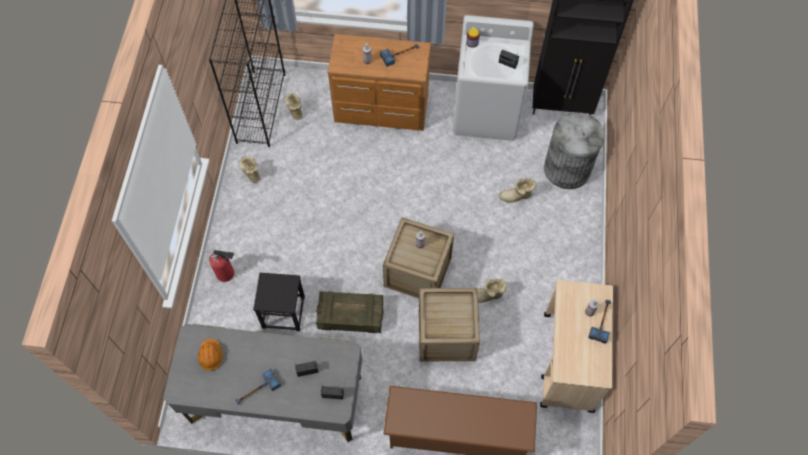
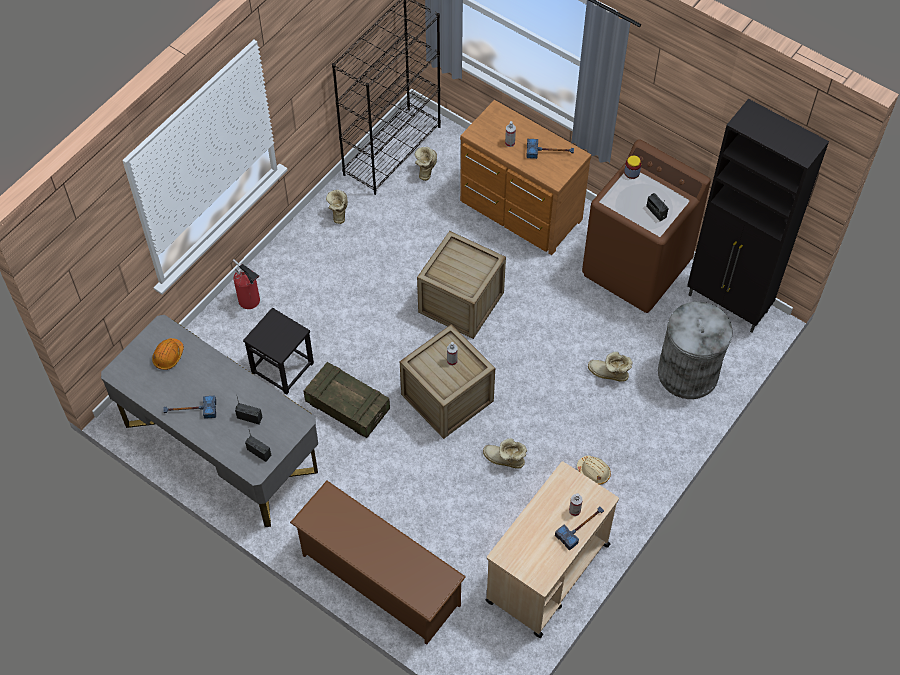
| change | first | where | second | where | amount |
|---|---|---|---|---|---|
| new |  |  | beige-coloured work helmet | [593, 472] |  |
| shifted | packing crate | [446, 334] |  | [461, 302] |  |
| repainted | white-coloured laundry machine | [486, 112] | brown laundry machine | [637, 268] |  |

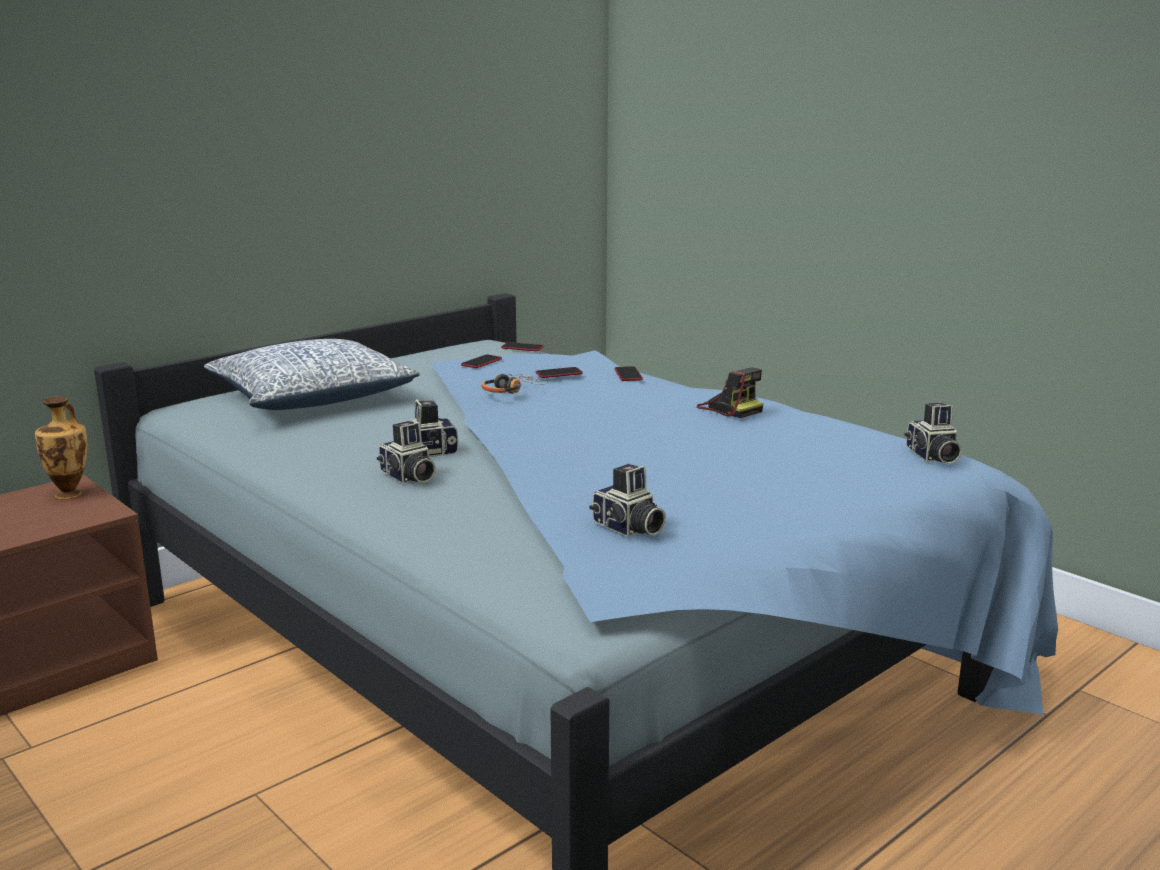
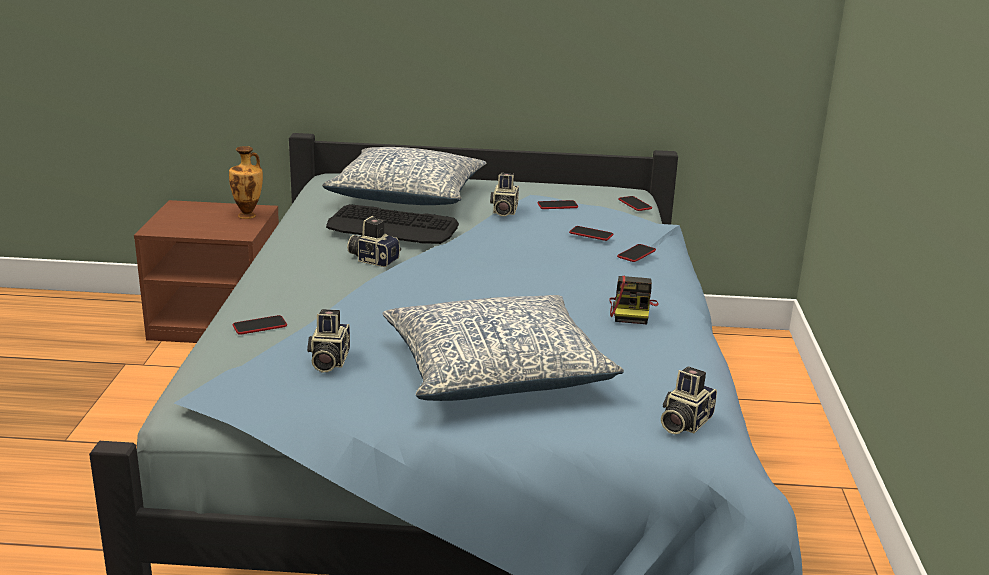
| change | first | where | second | where | amount |
|---|---|---|---|---|---|
| gone | headset | [511, 390] |  |  |  |
| new |  |  | phone | [260, 326] |  |
| new |  |  | computer keyboard | [392, 227] |  |
| new |  |  | cushion | [496, 371] |  |
| shifted | photo camera | [407, 477] |  | [503, 211] |  |

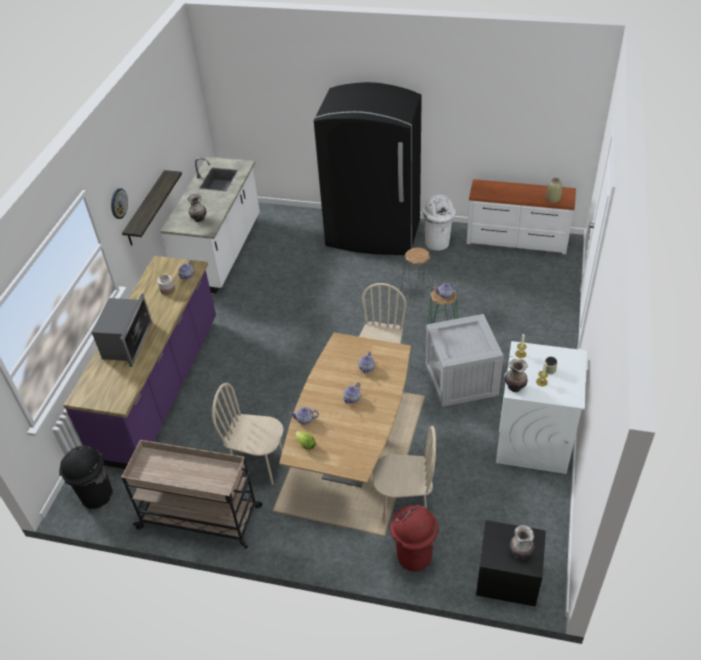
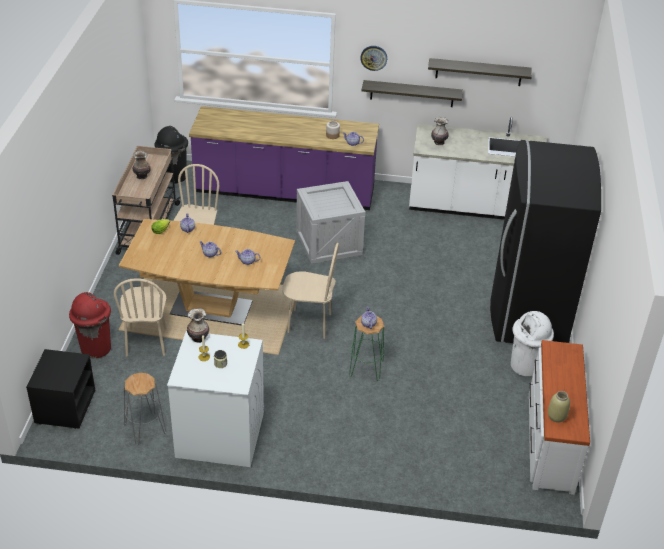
| change | first | where | second | where | amount |
|---|---|---|---|---|---|
| gone | microwave | [126, 342] |  |  |  |
| new |  |  | shelf | [478, 72] |  |
| shifted | greyish stool seat | [416, 295] |  | [145, 428] |  |
| shifted | packing crate | [461, 379] |  | [329, 243] |  |
| shifted | vase | [520, 553] |  | [142, 176] |  |

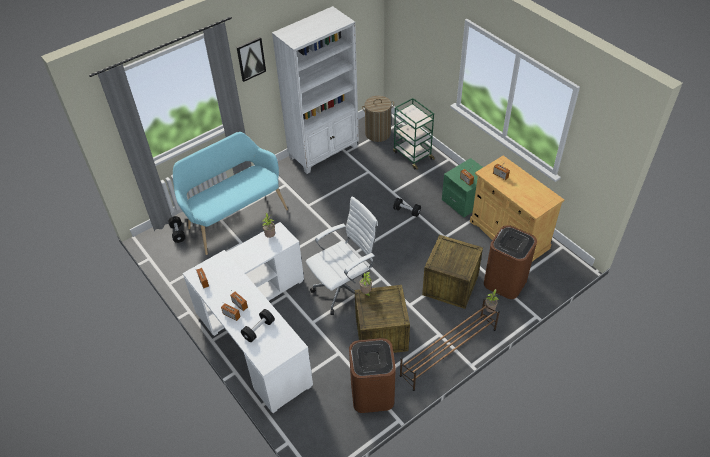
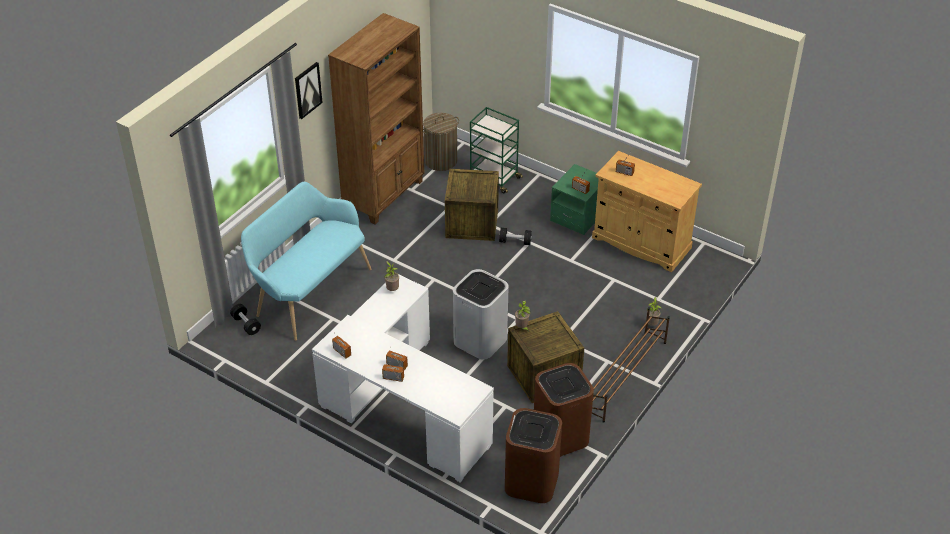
| change | first | where | second | where | amount |
|---|---|---|---|---|---|
| gone | blackish free weight | [258, 329] |  |  |  |
| shifted | packing crate | [450, 285] |  | [472, 223] |  |
| shifted | brown trash can | [504, 281] |  | [531, 482] |  |
| swapped | white-coloured desk chair | [344, 289] | white-coloured trash can | [481, 340] |  |
| repainted | white-coloured bookshelf | [324, 152] | brown bookshelf | [384, 195] |  |

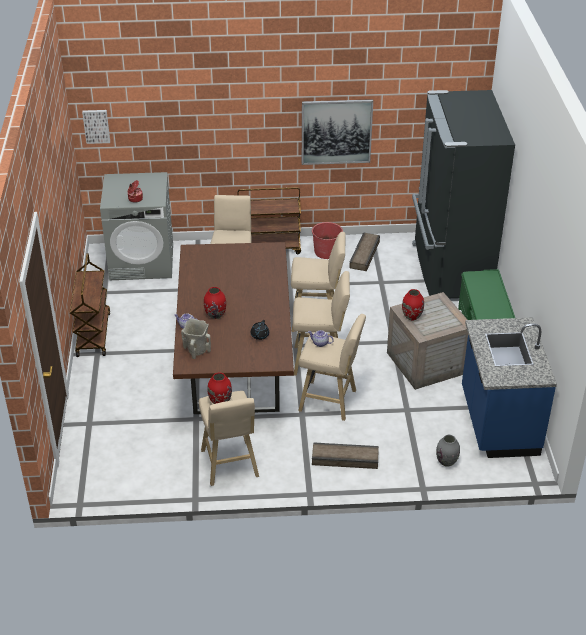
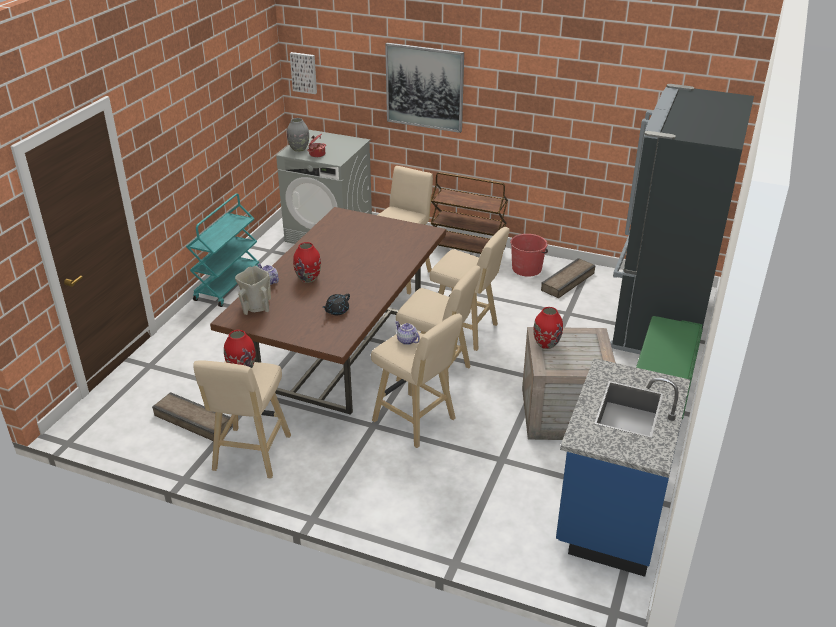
| change | first | where | second | where | amount |
|---|---|---|---|---|---|
| shifted | picture | [336, 131] |  | [424, 87] |  |
| shifted | packing crate | [344, 458] |  | [193, 420] |  |
| shifted | greyish vase | [446, 461] |  | [299, 149] |  |
| repainted | brown cart | [93, 334] | blue-green cart | [228, 284] |  |

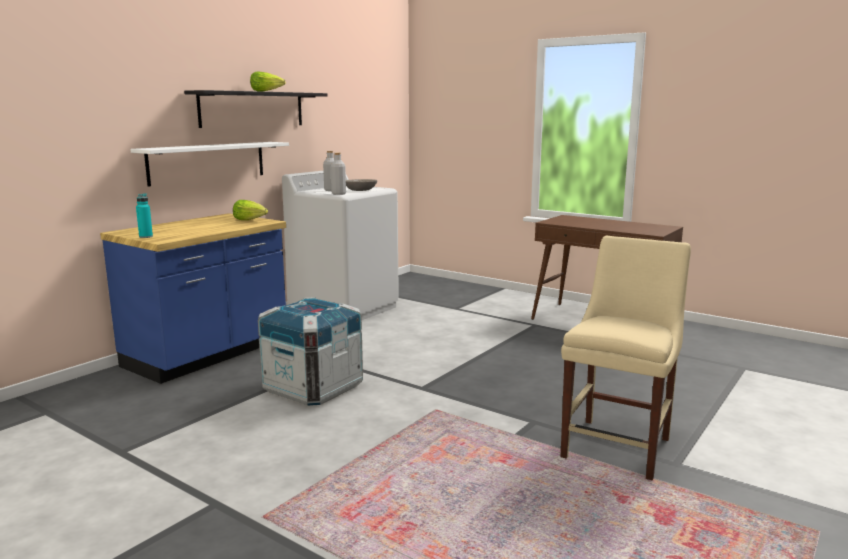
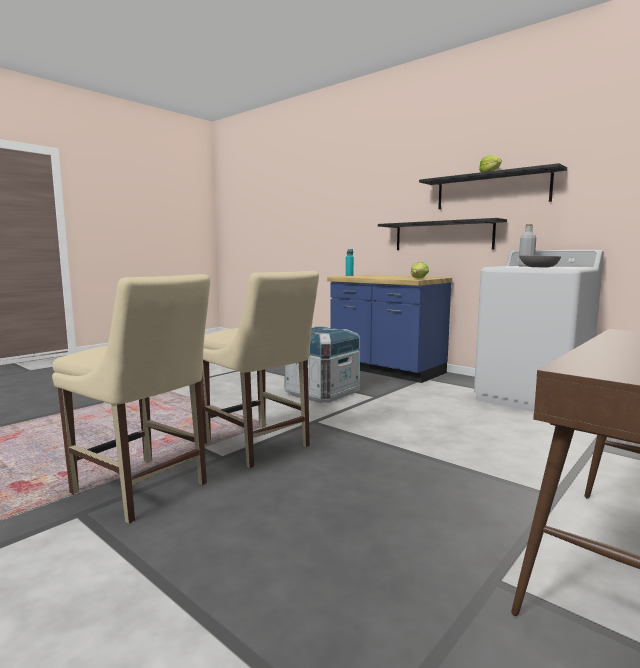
| change | first | where | second | where | amount |
|---|---|---|---|---|---|
| gone | greyish beverage bottle | [338, 194] |  |  |  |
| new |  |  | beige-coloured upright chair | [259, 446] |  |
| repainted | white-coloured shelf | [208, 162] | blackish shelf | [442, 236] |  |

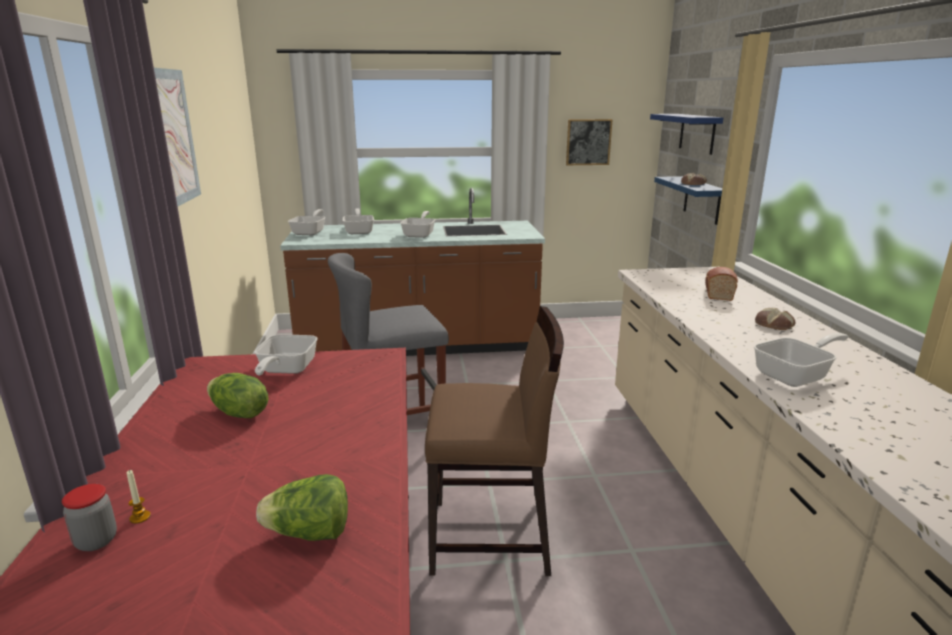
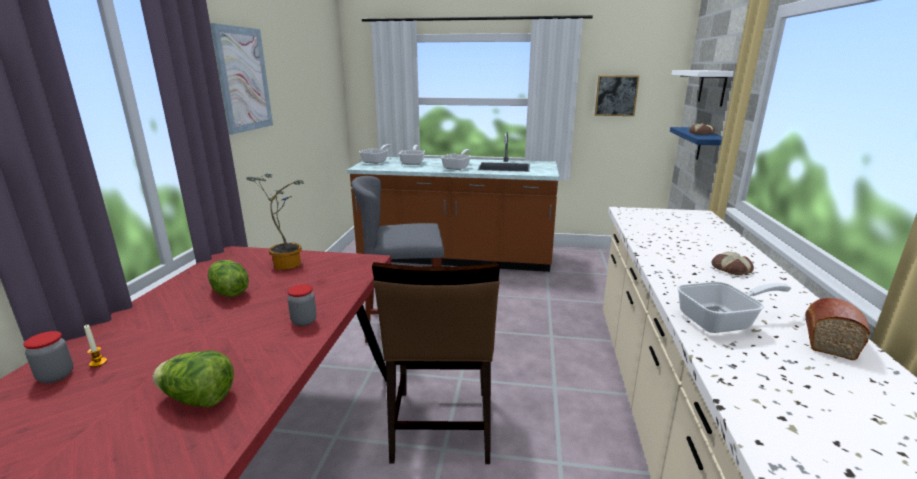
| change | first | where | second | where | amount |
|---|---|---|---|---|---|
| new |  |  | jar | [304, 321] |  |
| shifted | baked bread | [718, 292] |  | [828, 337] |  |
| swapped | pan | [285, 370] | houseplant | [287, 263] |  |
| repainted | blue shelf | [697, 133] | white-coloured shelf | [712, 87] |  |
| rotated | brown upright chair | [491, 537] |  | [440, 426] | 75 degrees clockwise |

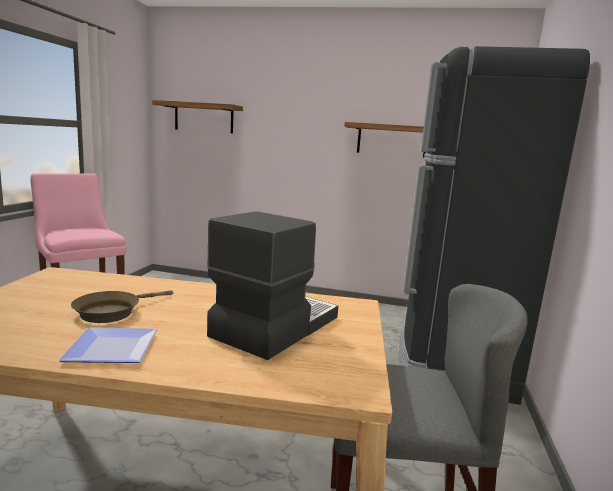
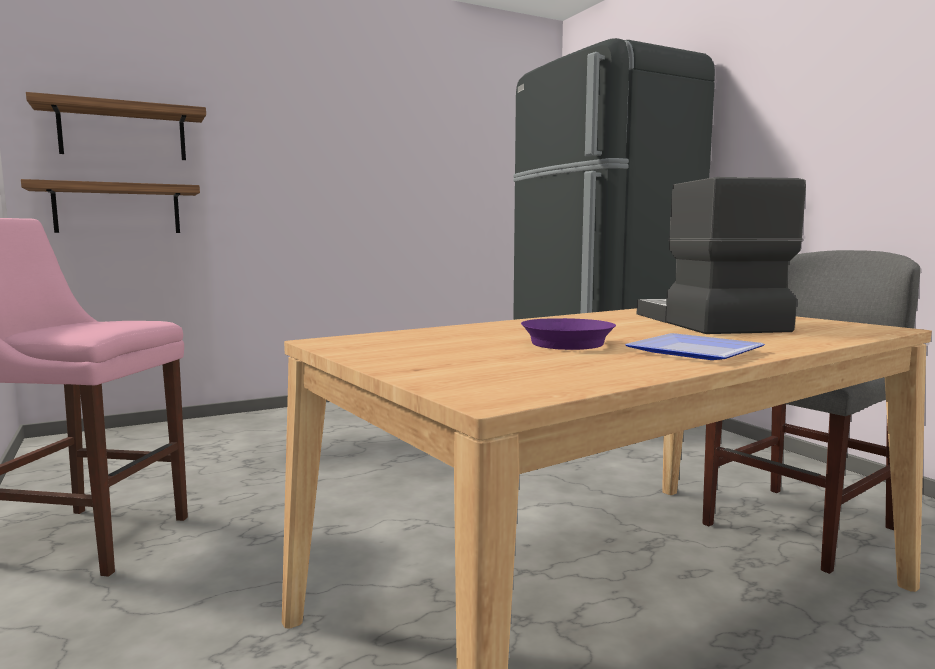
| change | first | where | second | where | amount |
|---|---|---|---|---|---|
| shifted | shelf | [392, 140] |  | [117, 209] |  |
| repainted | brown pan | [112, 312] | purple pan | [564, 342] |  |

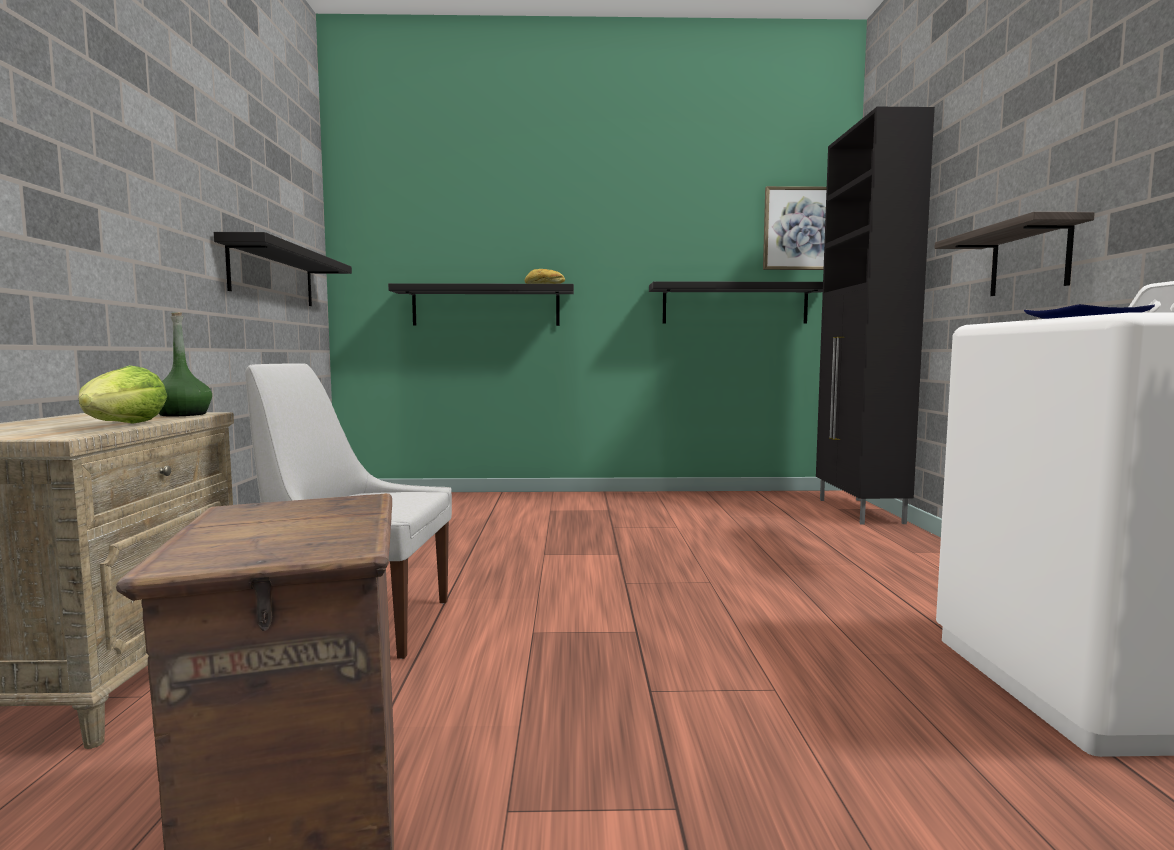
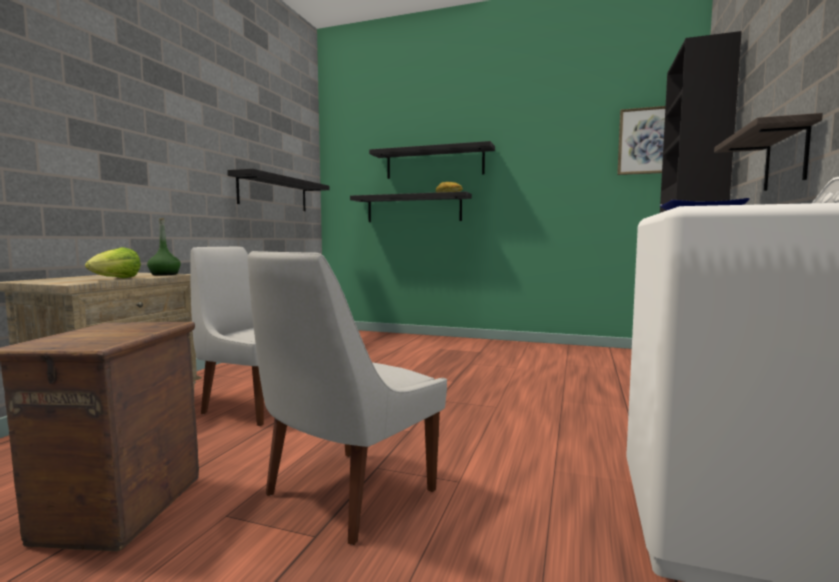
| change | first | where | second | where | amount |
|---|---|---|---|---|---|
| new |  |  | white-coloured upright chair | [345, 495] |  |
| shifted | blackish shelf | [735, 304] |  | [434, 163] |  |

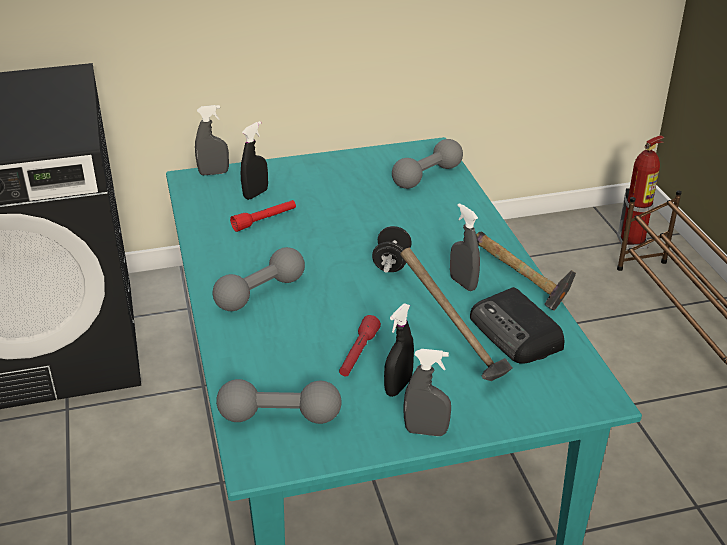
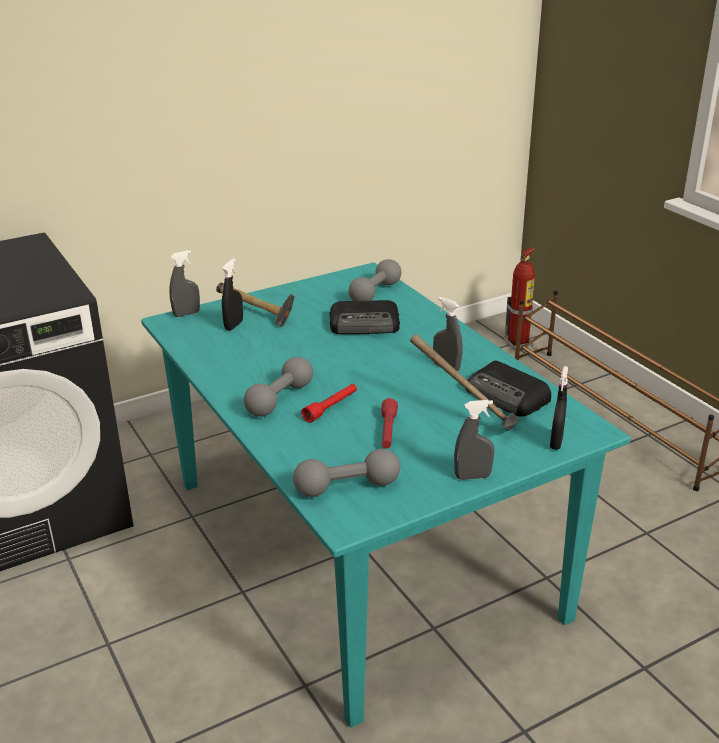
| change | first | where | second | where | amount |
|---|---|---|---|---|---|
| gone | blackish free weight | [391, 263] |  |  |  |
| new |  |  | radio | [365, 324] |  |
| shifted | reddish flashlight | [264, 220] |  | [331, 408] |  |
| shifted | blackish sprayer | [398, 387] |  | [556, 442] |  |
| shifted | hand hammer | [519, 279] |  | [255, 311] |  |

